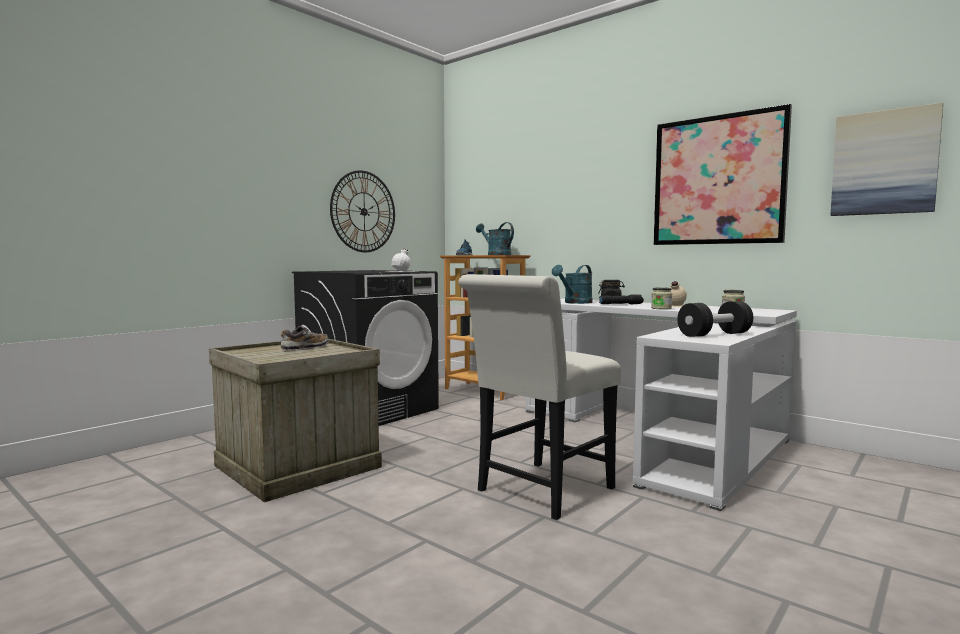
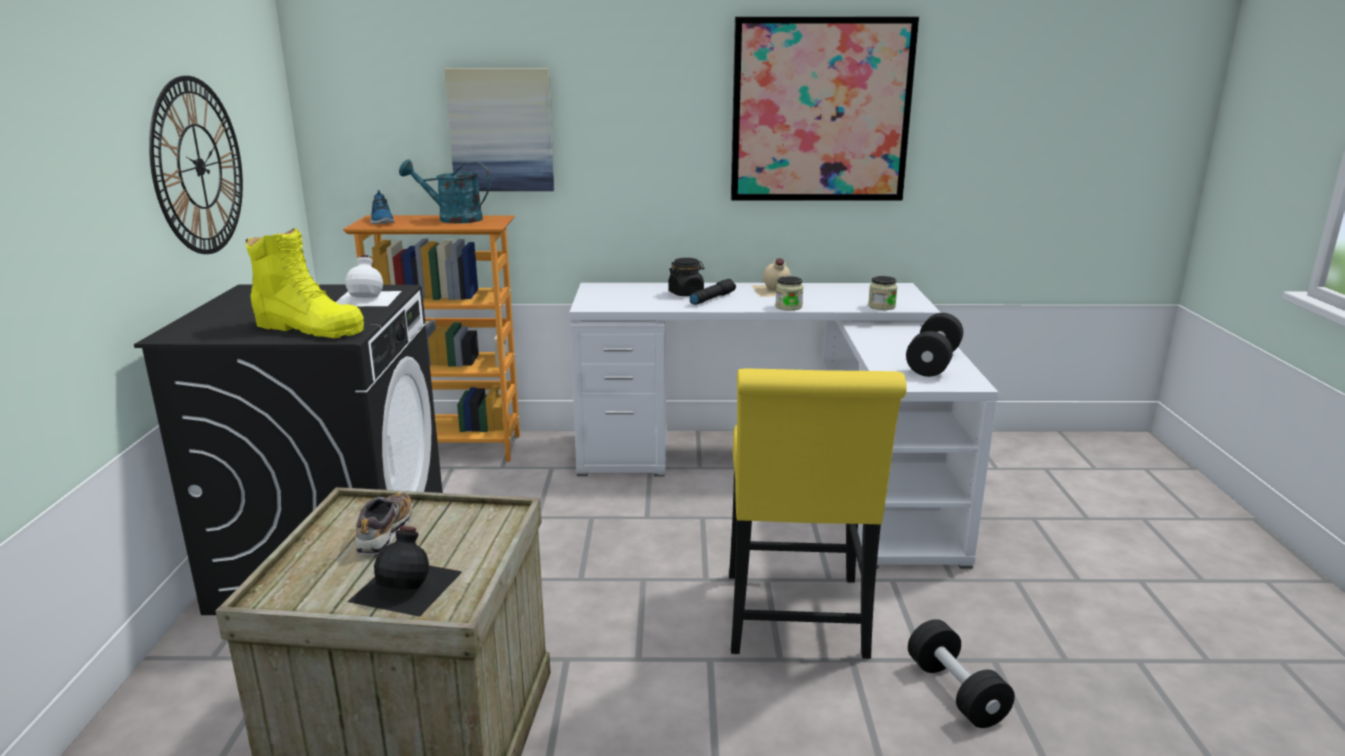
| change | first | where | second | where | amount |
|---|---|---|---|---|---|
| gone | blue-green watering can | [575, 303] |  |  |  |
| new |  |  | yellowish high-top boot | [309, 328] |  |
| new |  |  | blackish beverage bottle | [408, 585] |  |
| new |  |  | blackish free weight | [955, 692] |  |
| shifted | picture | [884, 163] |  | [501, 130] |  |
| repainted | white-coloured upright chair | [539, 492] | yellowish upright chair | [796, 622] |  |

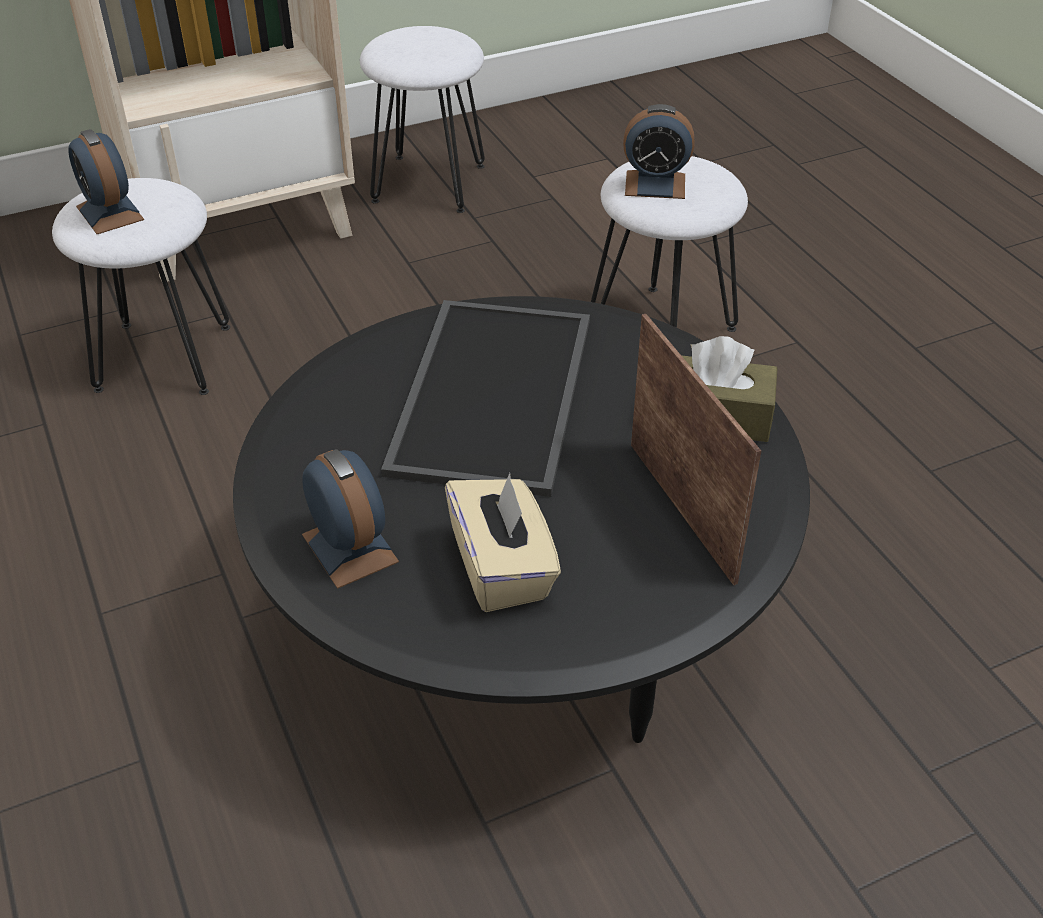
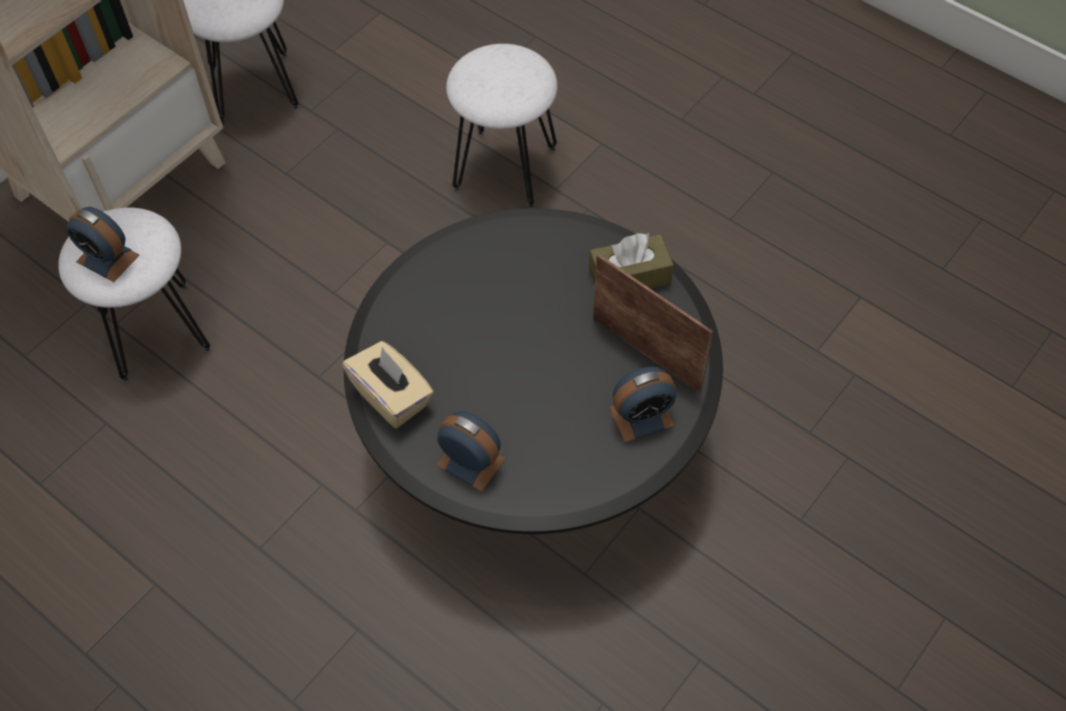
| change | first | where | second | where | amount |
|---|---|---|---|---|---|
| gone | serving tray | [489, 391] |  |  |  |
| shifted | beige-coloured tissue box | [502, 568] |  | [392, 396] |  |
| shifted | bedside clock | [655, 185] |  | [641, 416] |  |

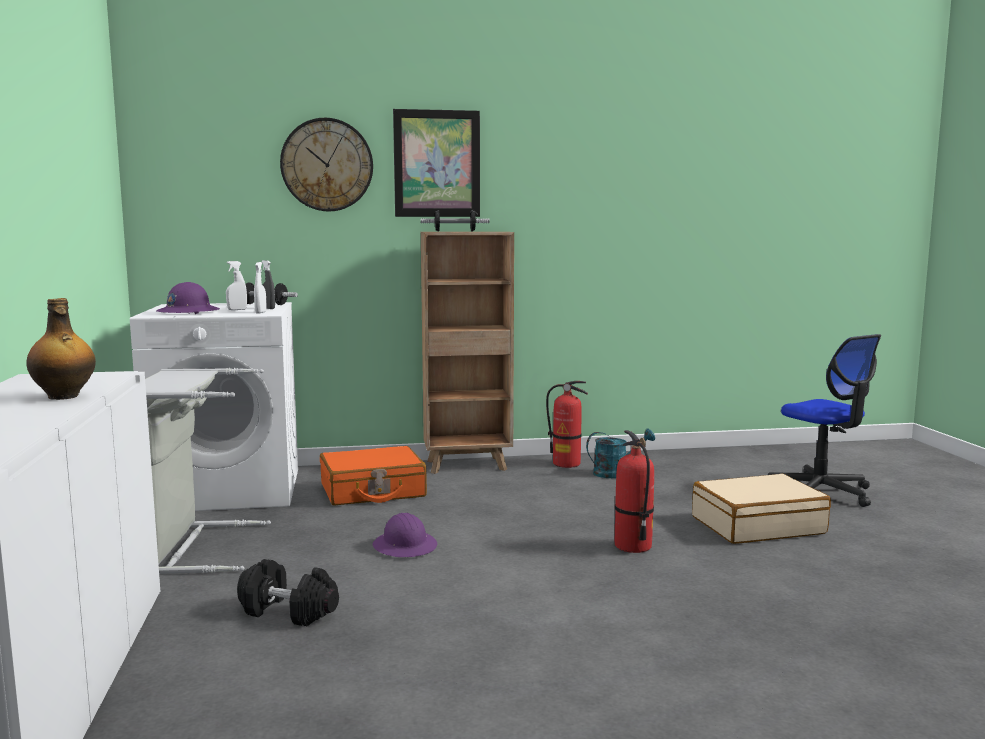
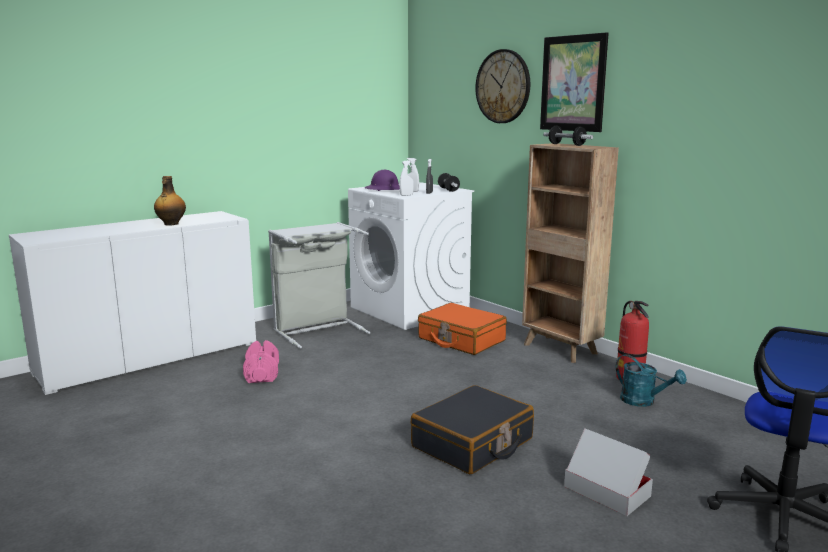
| change | first | where | second | where | amount |
|---|---|---|---|---|---|
| gone | purple work helmet | [405, 546] |  |  |  |
| swapped | fire extinguisher | [632, 546] | blackish travel case | [473, 443] |  |
| swapped | beige-coloured travel case | [757, 525] | packing box | [606, 491] |  |
| repainted | blackish free weight | [289, 611] | pink free weight | [262, 374] |  |

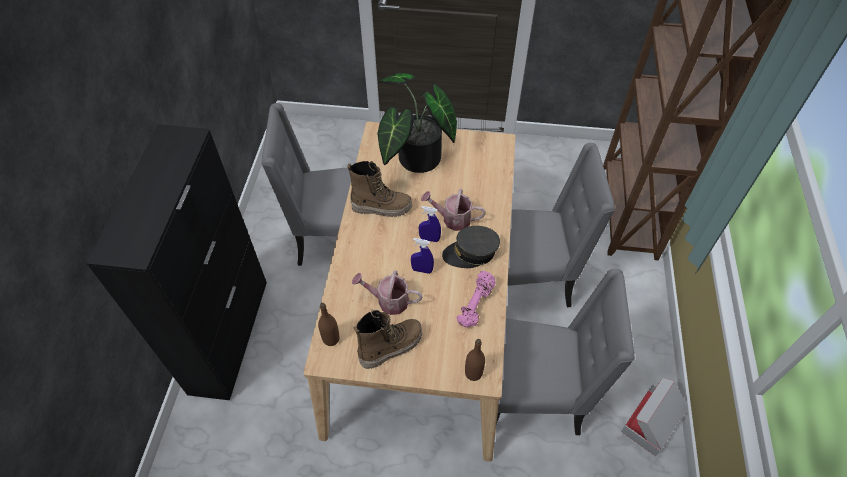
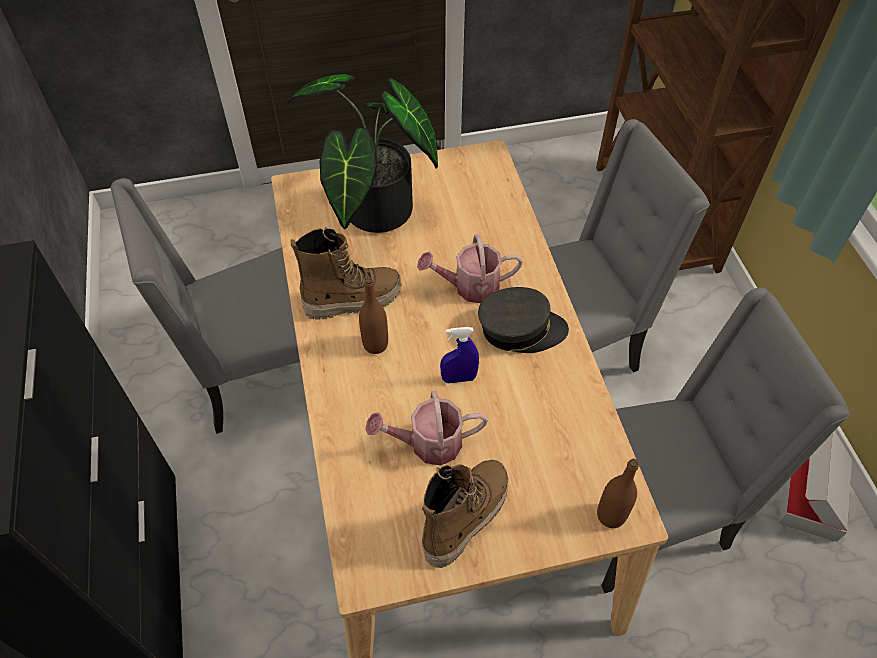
| change | first | where | second | where | amount |
|---|---|---|---|---|---|
| gone | blue sprayer | [429, 239] |  |  |  |
| gone | pink free weight | [476, 304] |  |  |  |
| shifted | brown beverage bottle | [331, 339] |  | [375, 344] |  |
| rotated | greyish baseball cap | [471, 253] |  | [521, 329] | 150 degrees counterclockwise |

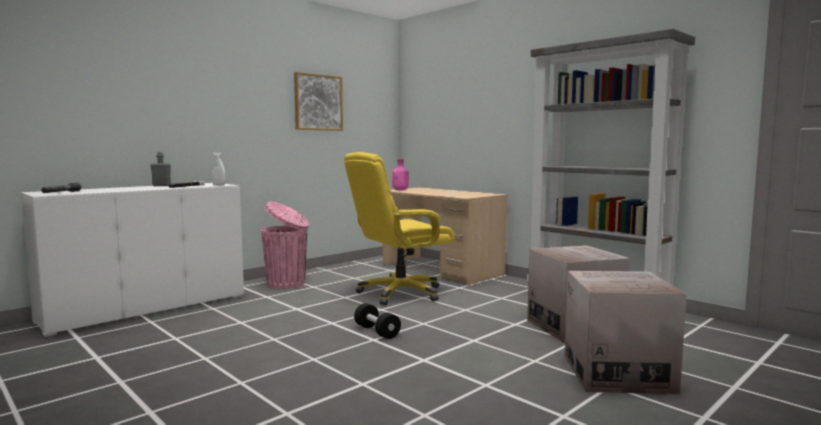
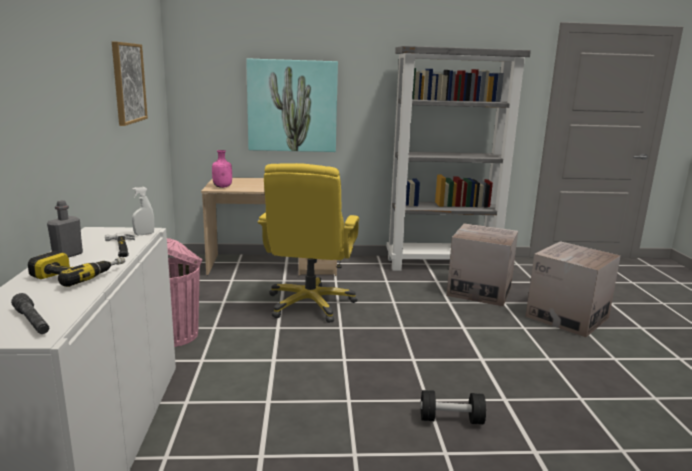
| change | first | where | second | where | amount |
|---|---|---|---|---|---|
| new |  |  | drill | [78, 275] |  |
| new |  |  | picture | [292, 106] |  |
| shifted | blackish free weight | [377, 332] |  | [451, 419] |  |

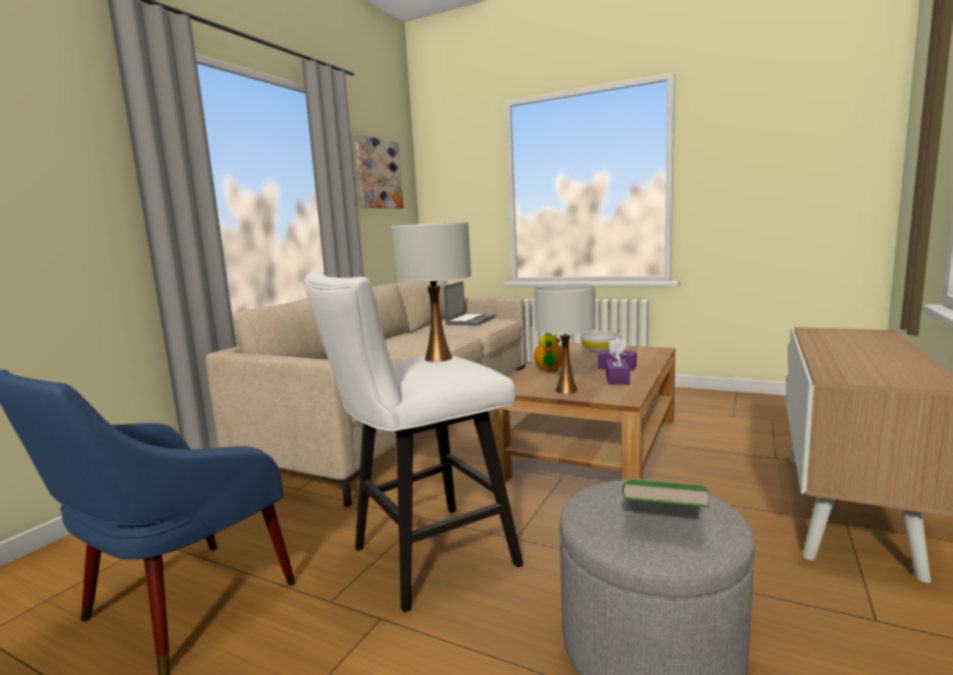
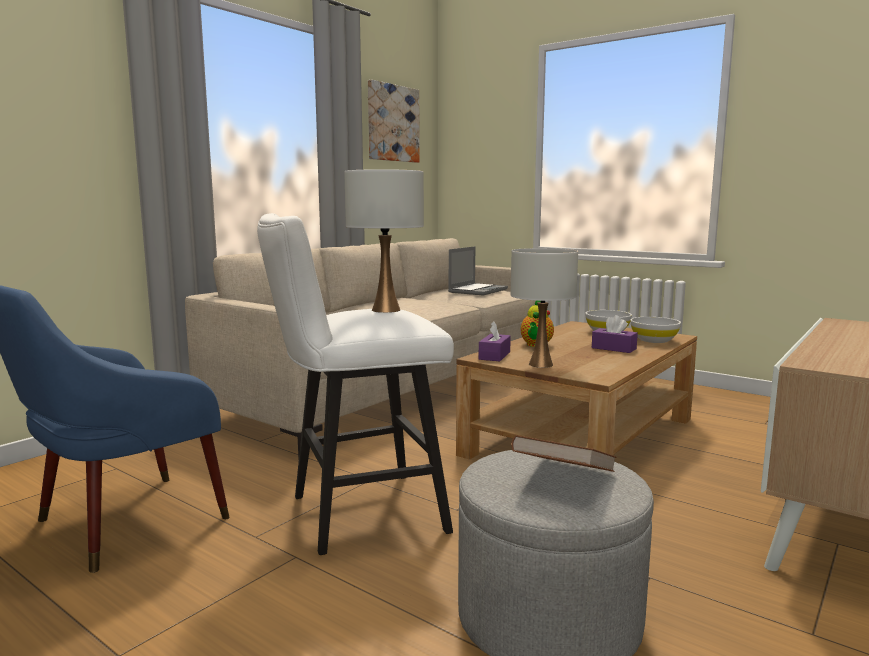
| change | first | where | second | where | amount |
|---|---|---|---|---|---|
| new |  |  | white-coloured bowl | [653, 340] |  |
| shifted | purple tissue box | [617, 379] |  | [494, 356] |  |
| repainted | greenish book | [664, 516] | brown book | [564, 479] |  |

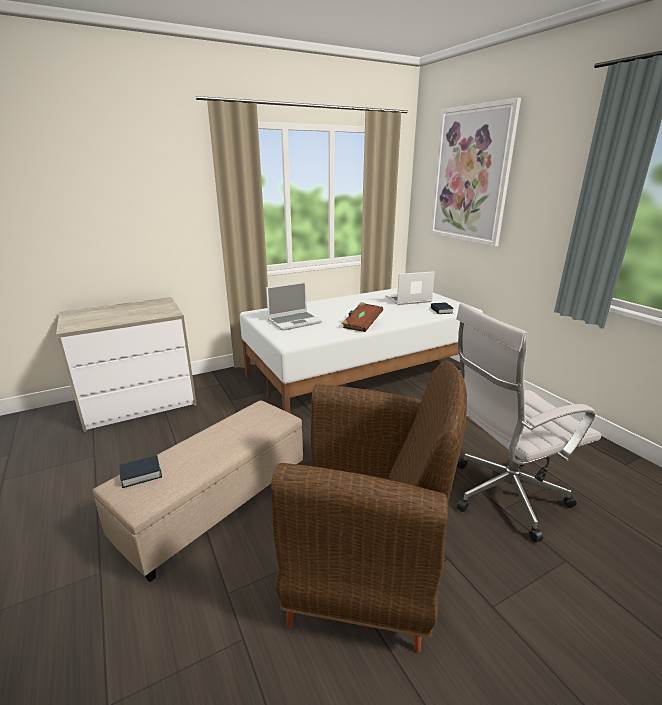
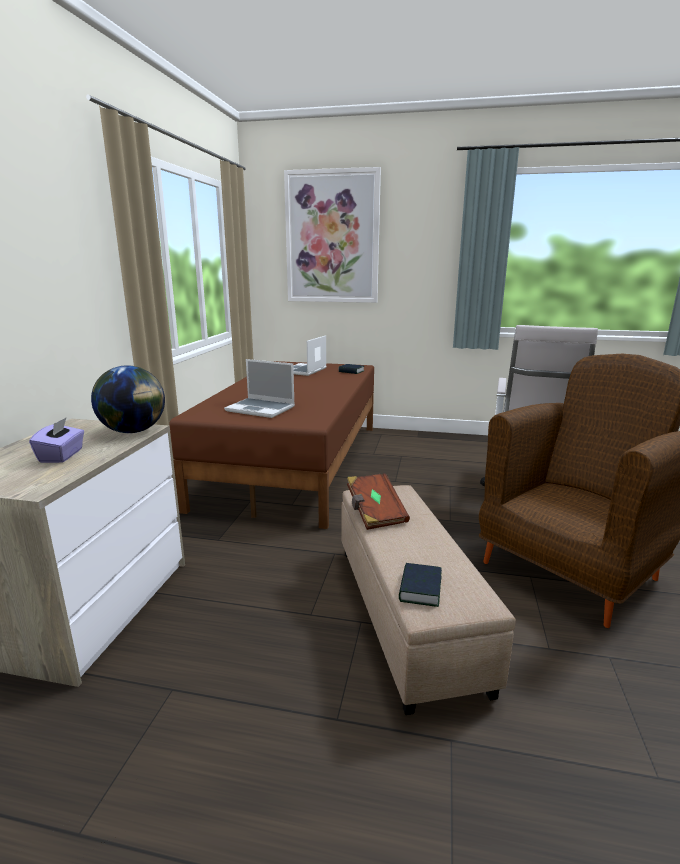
| change | first | where | second | where | amount |
|---|---|---|---|---|---|
| new |  |  | purple tissue box | [62, 456] |  |
| new |  |  | desk globe | [134, 431] |  |
| shifted | brown book | [361, 325] |  | [375, 513] |  |
| repainted | white-coloured bed | [361, 374] | brown bed | [296, 462] |  |
| rotated | portable computer | [294, 321] |  | [261, 409] | 105 degrees clockwise |

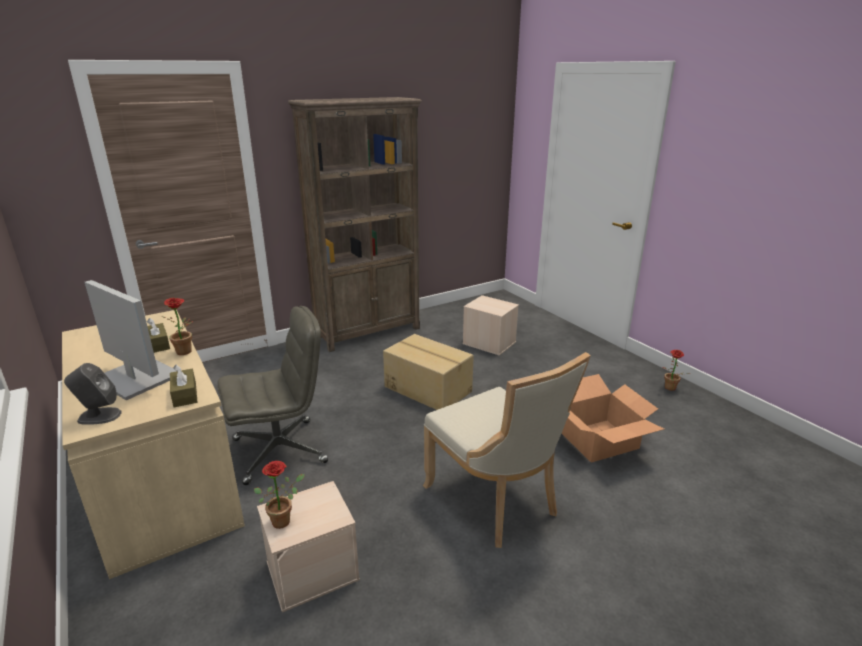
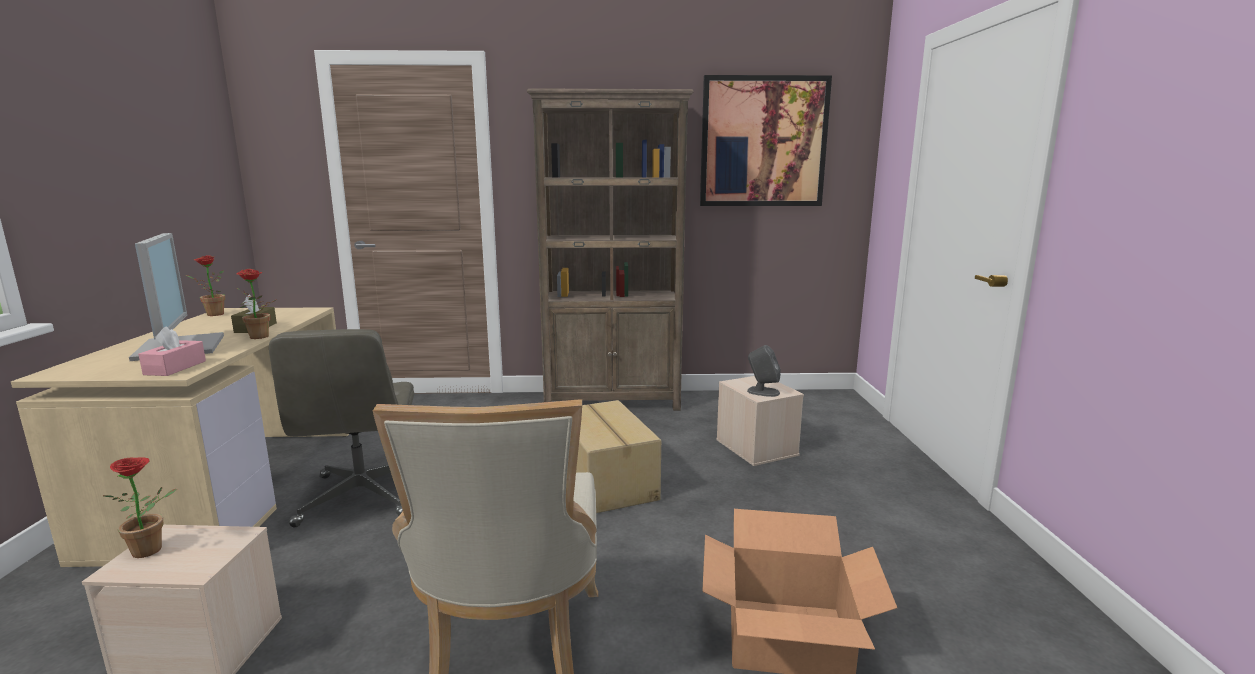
| change | first | where | second | where | amount |
|---|---|---|---|---|---|
| new |  |  | picture | [763, 142] |  |
| shifted | greyish audio speaker | [99, 416] |  | [762, 392] |  |
| shifted | houseplant | [669, 388] |  | [211, 314] |  |
| repainted | brown tissue box | [185, 395] | pink tissue box | [175, 368] |  |
| rotated | greyish desk chair | [280, 450] |  | [362, 497] | 75 degrees clockwise |

